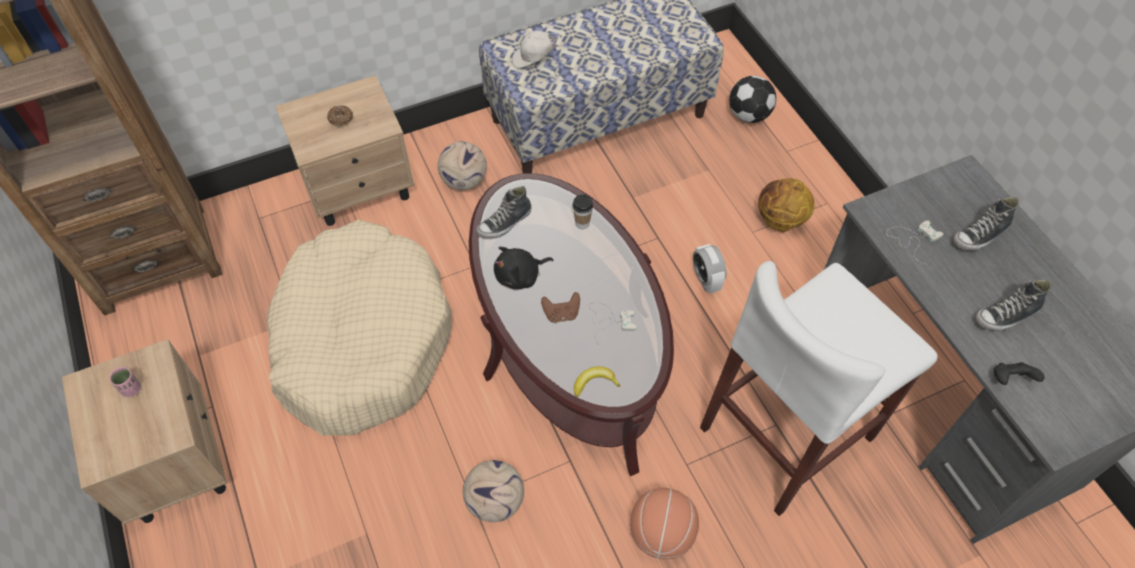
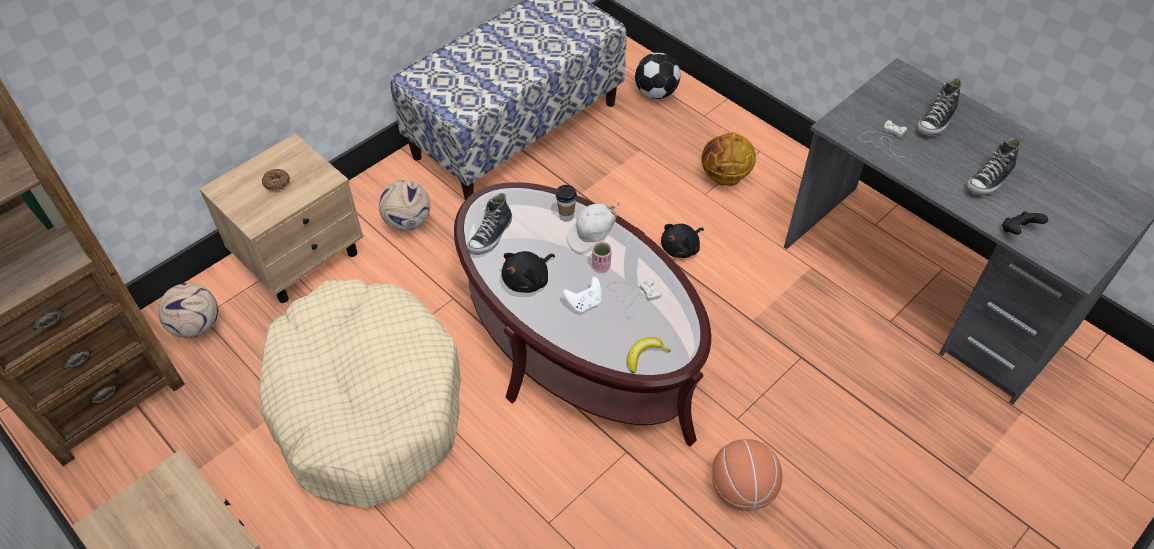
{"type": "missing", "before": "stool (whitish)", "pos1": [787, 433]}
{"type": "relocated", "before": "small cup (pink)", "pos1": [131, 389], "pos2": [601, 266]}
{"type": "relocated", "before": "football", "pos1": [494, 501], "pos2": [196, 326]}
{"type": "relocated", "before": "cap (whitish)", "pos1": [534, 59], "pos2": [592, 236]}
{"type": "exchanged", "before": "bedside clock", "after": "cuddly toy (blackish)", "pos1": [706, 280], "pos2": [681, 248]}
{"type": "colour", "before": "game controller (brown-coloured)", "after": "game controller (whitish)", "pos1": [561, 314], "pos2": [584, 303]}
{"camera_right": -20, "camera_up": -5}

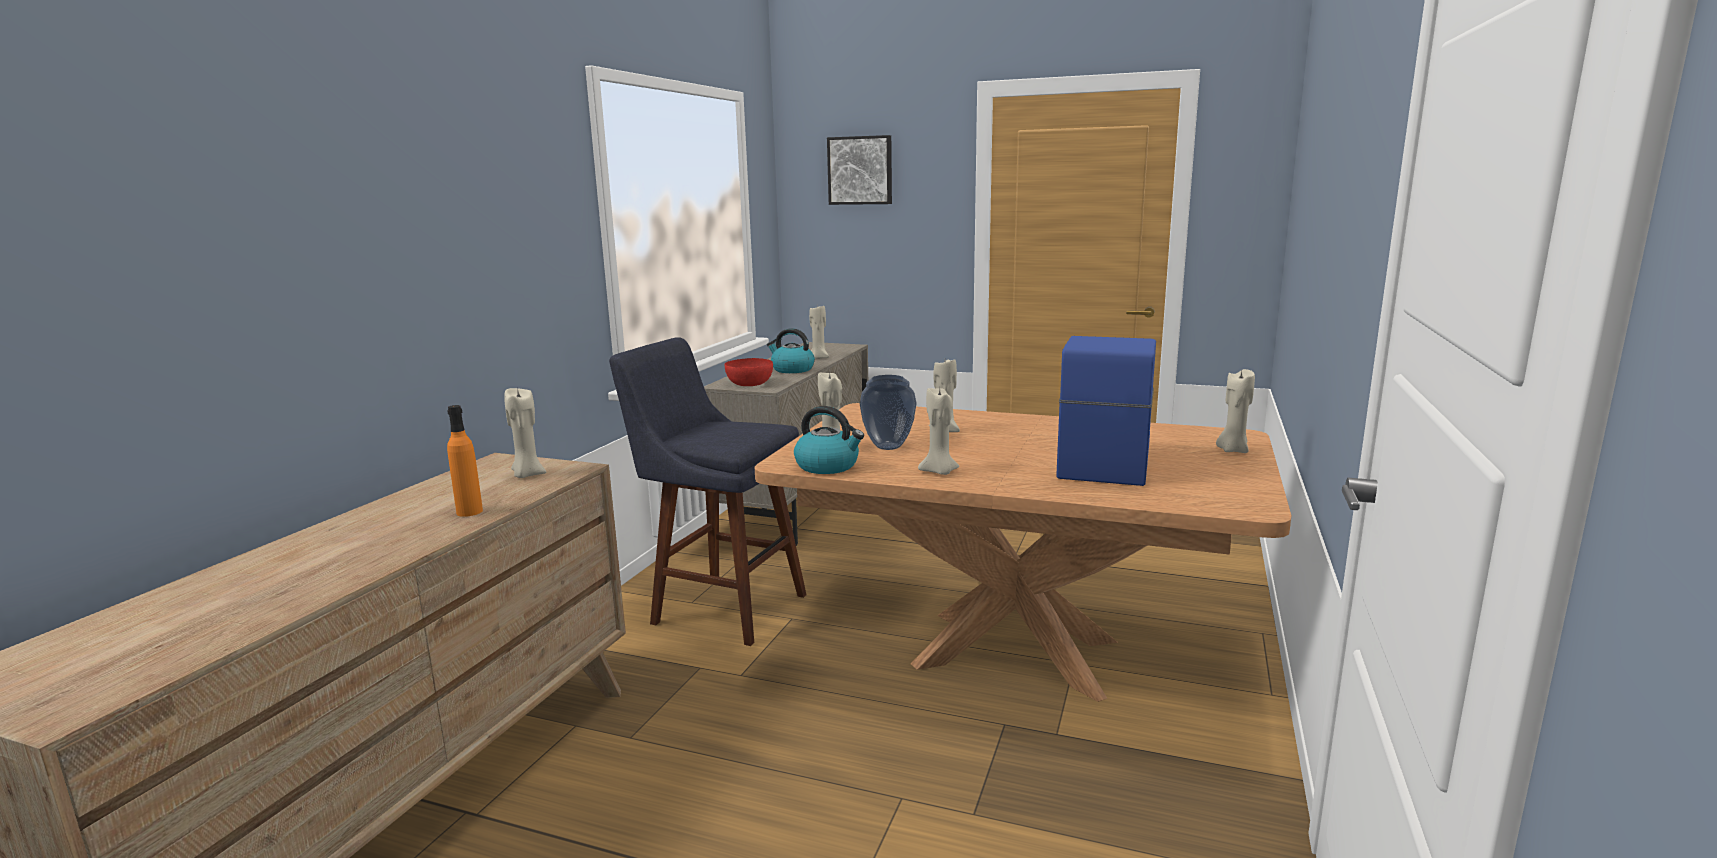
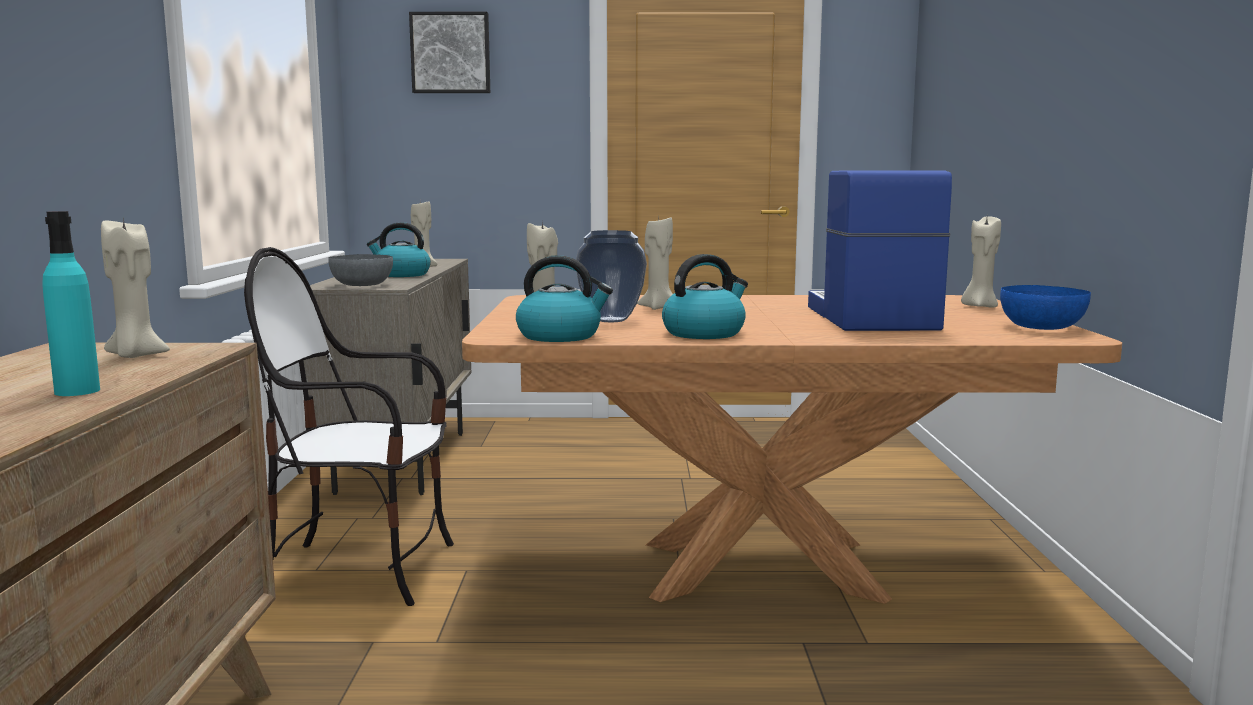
{"type": "appeared", "after": "serving bowl (blue-coloured)", "pos2": [1042, 327]}
{"type": "exchanged", "before": "stool (blue-coloured)", "after": "upright chair", "pos1": [721, 607], "pos2": [362, 570]}
{"type": "exchanged", "before": "wax light (beige)", "after": "water kettle", "pos1": [939, 472], "pos2": [704, 333]}
{"type": "colour", "before": "bottle (orange)", "after": "bottle (blue-green)", "pos1": [469, 512], "pos2": [77, 391]}
{"type": "colour", "before": "serving bowl (reddish)", "after": "serving bowl (grey)", "pos1": [749, 384], "pos2": [361, 285]}
{"camera_right": -20, "camera_up": -5}

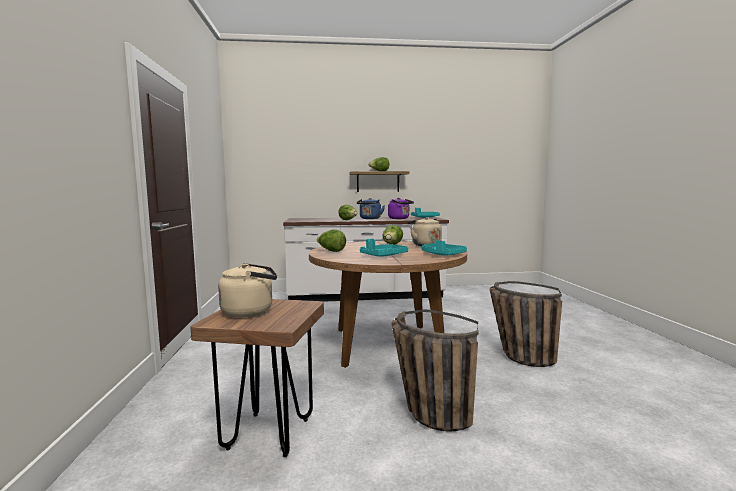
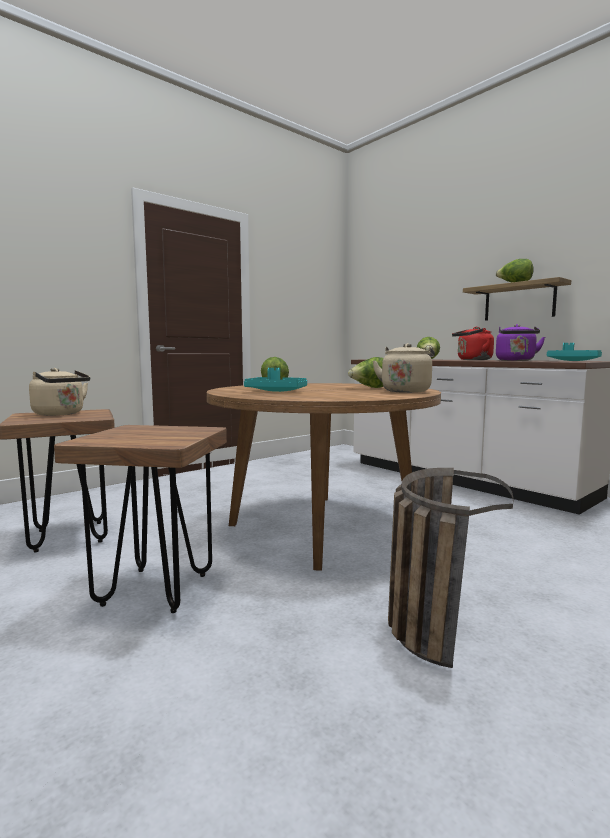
{"type": "missing", "before": "serving tray (blue-green)", "pos1": [442, 255]}
{"type": "exchanged", "before": "basket", "after": "stool (brown-coloured)", "pos1": [425, 411], "pos2": [156, 590]}
{"type": "colour", "before": "water kettle (blue-coloured)", "after": "water kettle (reddish)", "pos1": [370, 219], "pos2": [472, 360]}
{"camera_right": 55, "camera_up": 0}

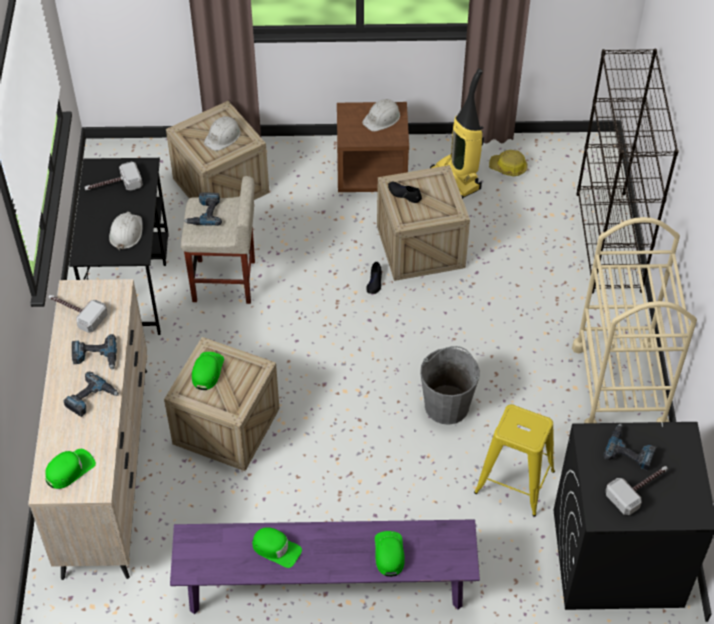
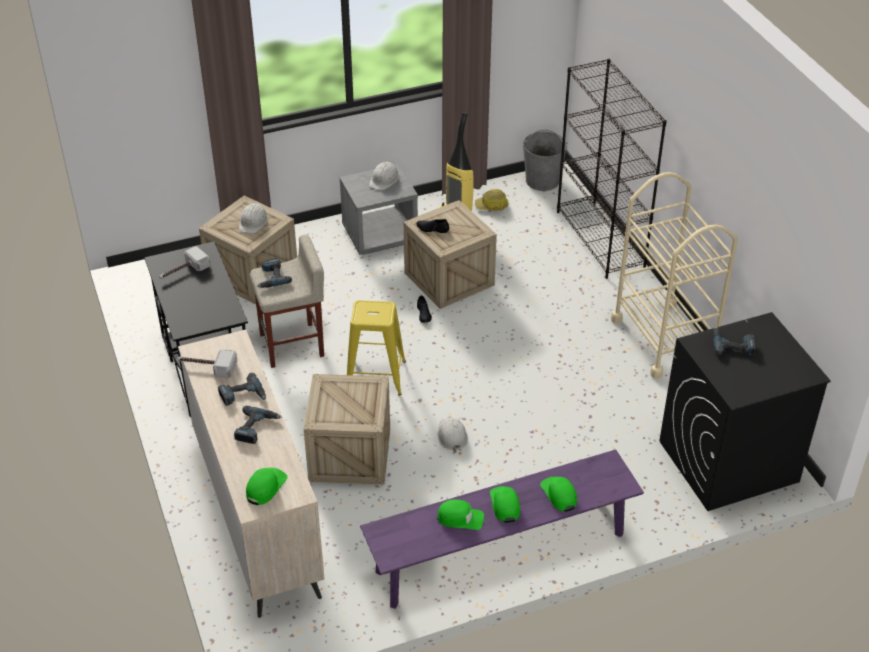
{"type": "missing", "before": "tool hammer", "pos1": [639, 489]}
{"type": "relocated", "before": "hard hat (whitish)", "pos1": [126, 232], "pos2": [452, 436]}
{"type": "relocated", "before": "cap (green-coloured)", "pos1": [207, 371], "pos2": [505, 505]}
{"type": "relocated", "before": "bucket (grey)", "pos1": [447, 405], "pos2": [542, 180]}
{"type": "relocated", "before": "stool (yellow-coloured)", "pos1": [514, 482], "pos2": [375, 376]}
{"type": "colour", "before": "bedside table (brown-coloured)", "after": "bedside table (grey)", "pos1": [372, 172], "pos2": [380, 235]}
{"camera_right": -20, "camera_up": -10}

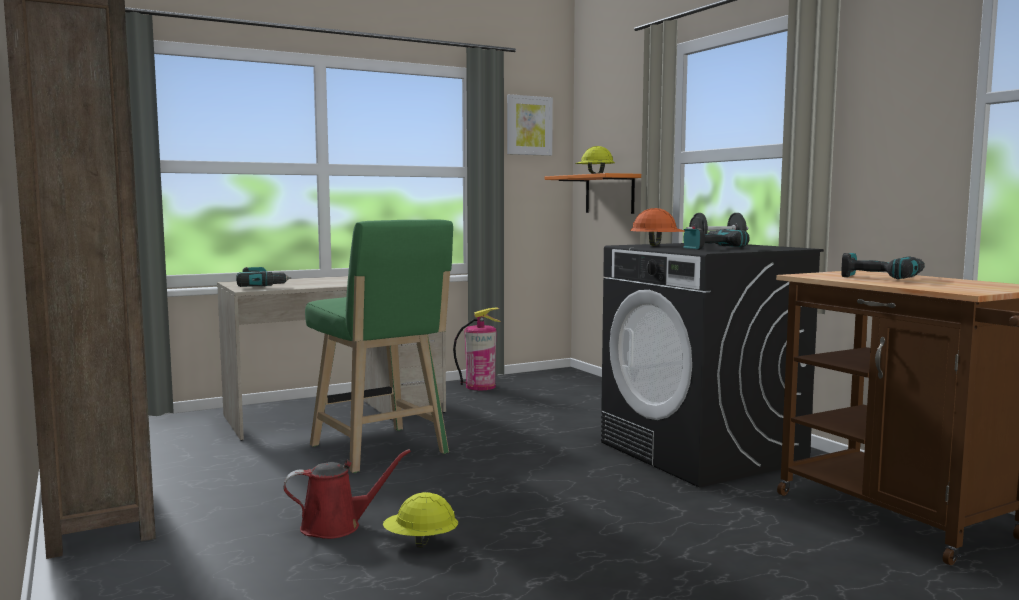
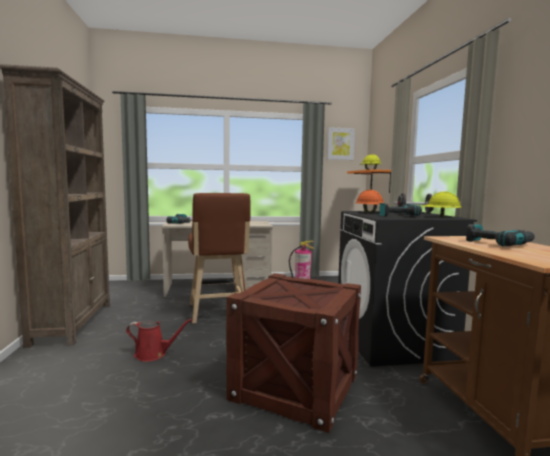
{"type": "appeared", "after": "shipping crate", "pos2": [296, 386]}
{"type": "relocated", "before": "hard hat (yellow-coloured)", "pos1": [420, 542], "pos2": [440, 216]}
{"type": "colour", "before": "stool (green-coloured)", "after": "stool (brown-coloured)", "pos1": [381, 451], "pos2": [218, 313]}
{"camera_right": 20, "camera_up": 0}

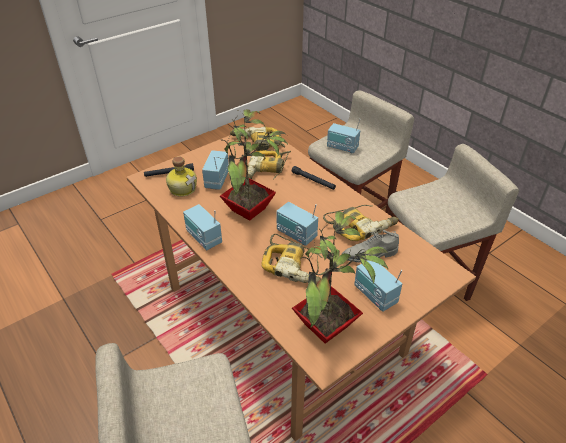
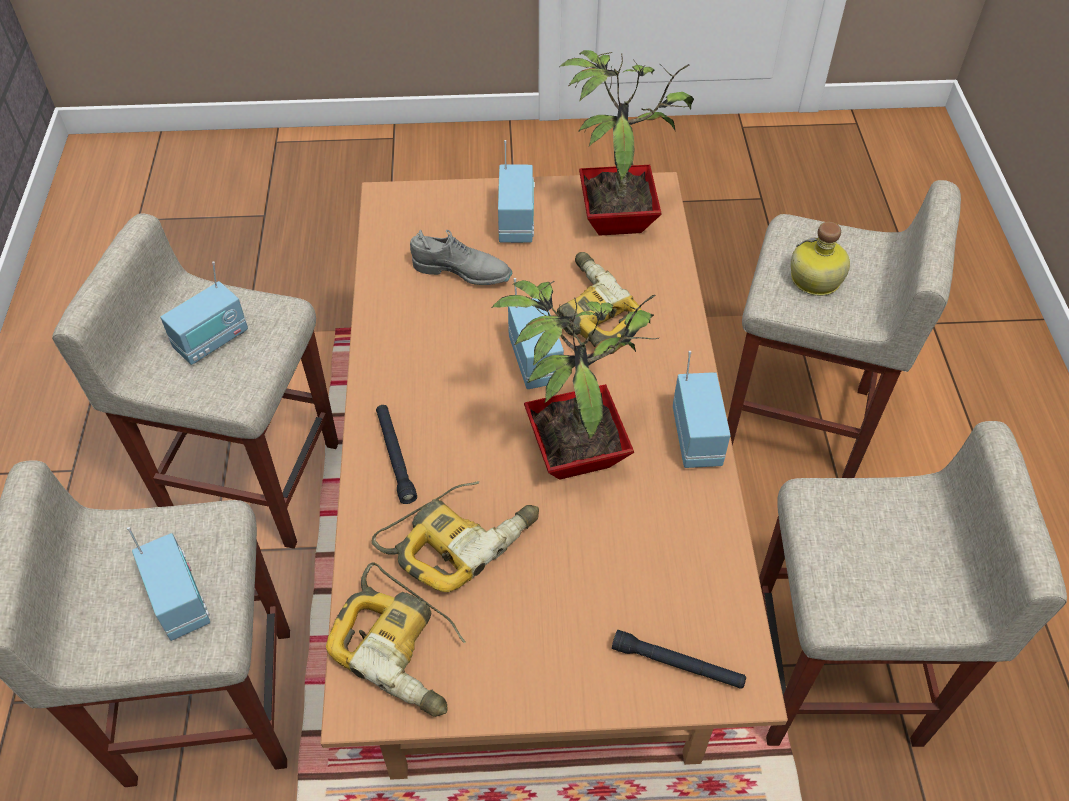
{"type": "missing", "before": "electric drill", "pos1": [361, 226]}
{"type": "appeared", "after": "stool (beige)", "pos2": [836, 676]}
{"type": "relocated", "before": "bottle", "pos1": [183, 188], "pos2": [814, 280]}
{"type": "relocated", "before": "radio set", "pos1": [216, 180], "pos2": [212, 341]}
{"camera_right": -145, "camera_up": 10}

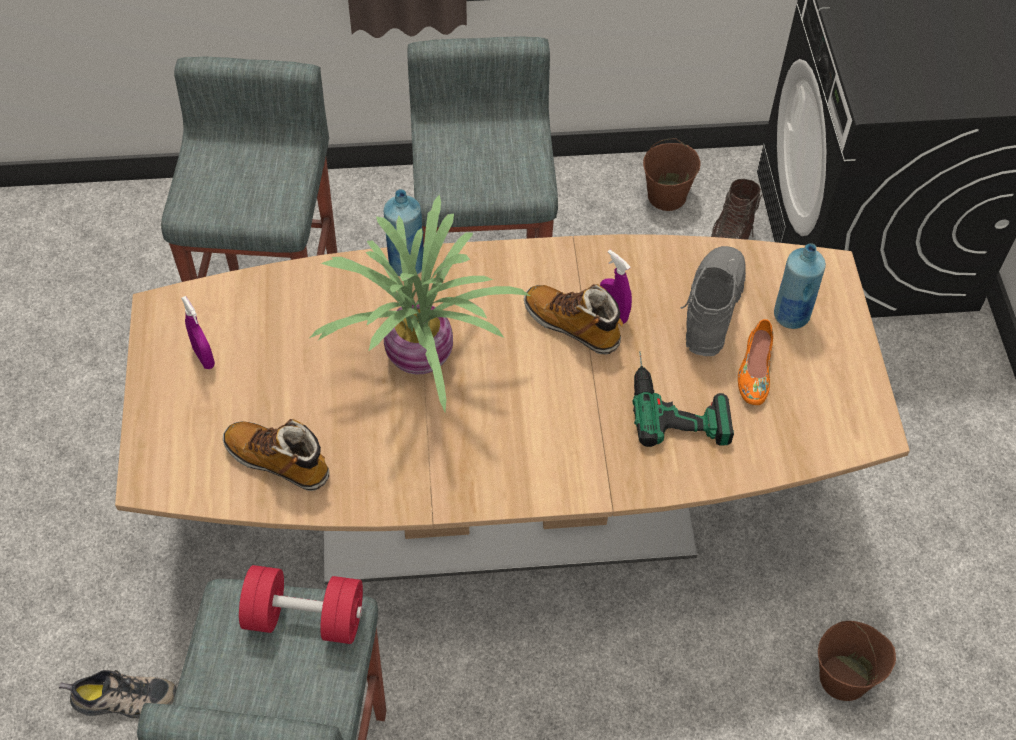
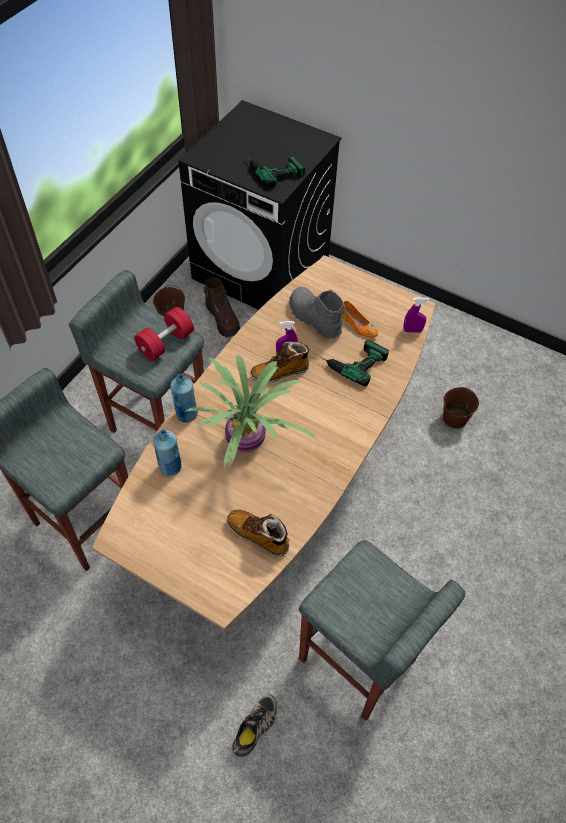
{"type": "appeared", "after": "electric drill", "pos2": [273, 169]}
{"type": "relocated", "before": "sprayer (purplish)", "pos1": [204, 357], "pos2": [412, 330]}
{"type": "relocated", "before": "dumbbell (reddish)", "pos1": [305, 617], "pos2": [166, 343]}
{"type": "relocated", "before": "bottle (blue-coloured)", "pos1": [790, 316], "pos2": [170, 467]}
{"type": "spun", "before": "tall boot", "pos1": [279, 461], "pos2": [258, 535], "turn": 60}
{"camera_right": -55, "camera_up": 0}

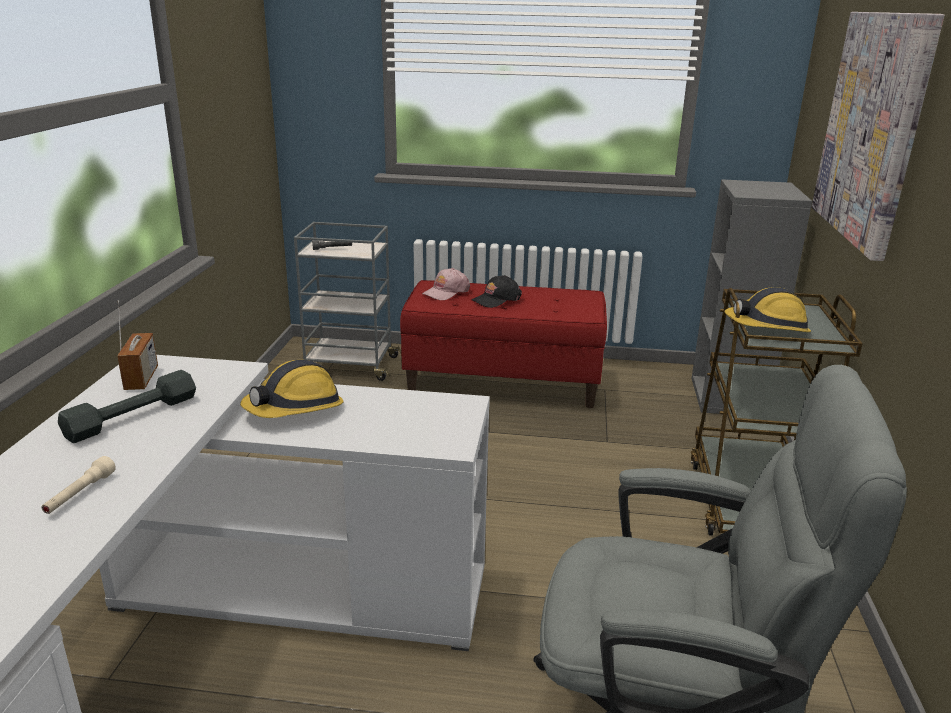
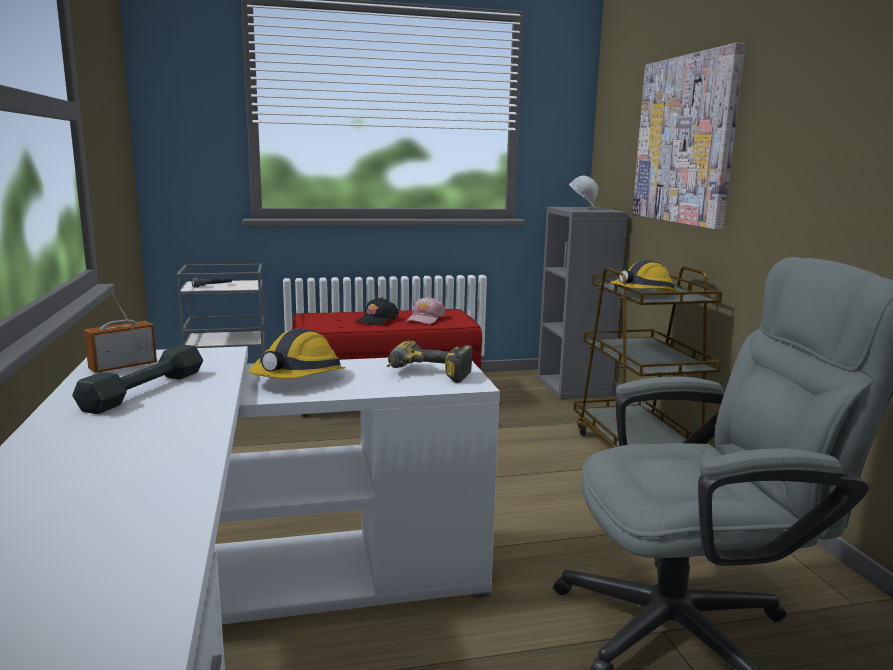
{"type": "missing", "before": "flashlight (beige)", "pos1": [80, 494]}
{"type": "appeared", "after": "electric drill", "pos2": [426, 375]}
{"type": "appeared", "after": "hard hat (whitish)", "pos2": [581, 208]}
{"type": "relocated", "before": "cap (pink)", "pos1": [446, 292], "pos2": [425, 319]}
{"type": "spun", "before": "radio set", "pos1": [141, 379], "pos2": [123, 366], "turn": -105}
{"camera_right": -20, "camera_up": -10}

